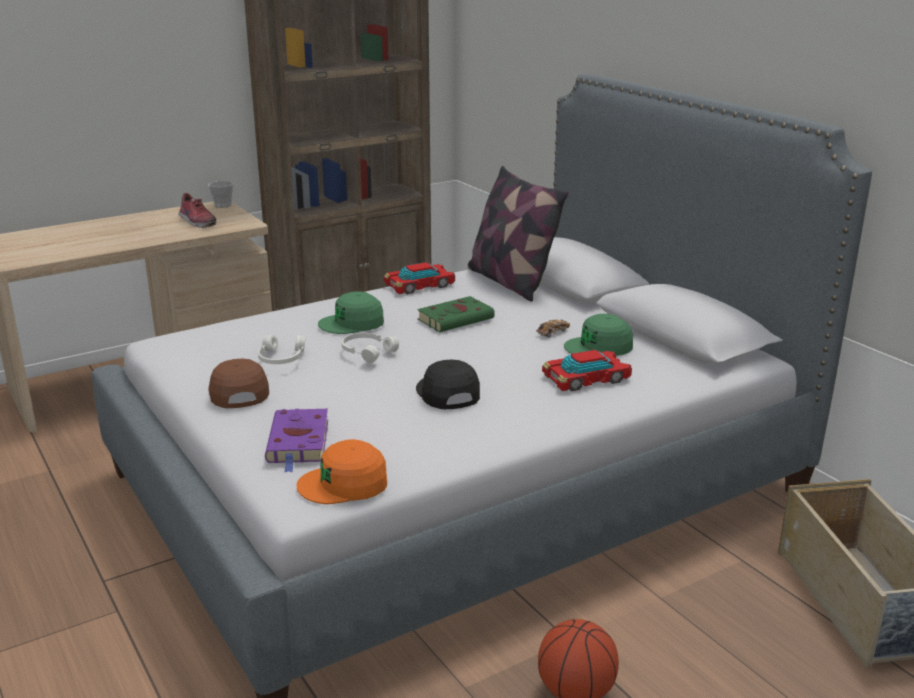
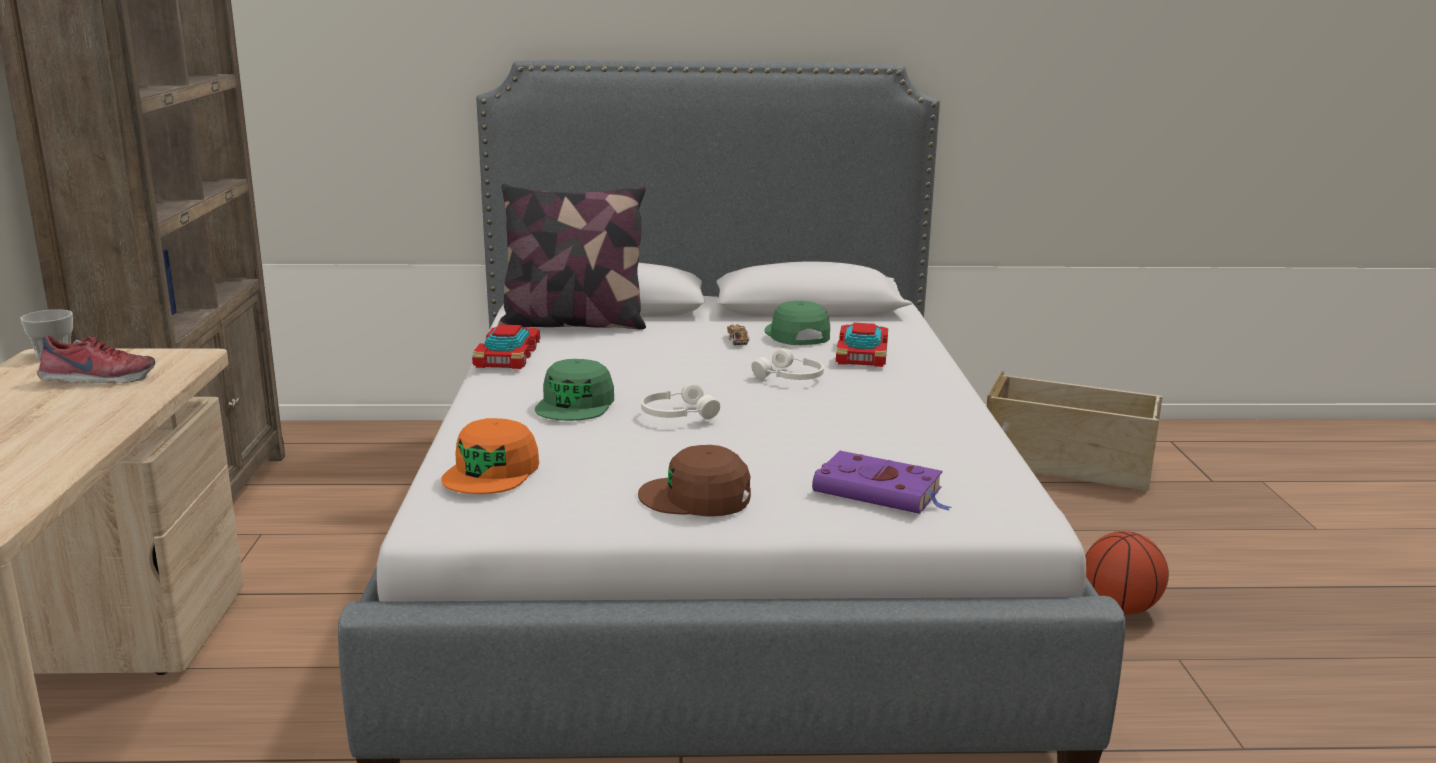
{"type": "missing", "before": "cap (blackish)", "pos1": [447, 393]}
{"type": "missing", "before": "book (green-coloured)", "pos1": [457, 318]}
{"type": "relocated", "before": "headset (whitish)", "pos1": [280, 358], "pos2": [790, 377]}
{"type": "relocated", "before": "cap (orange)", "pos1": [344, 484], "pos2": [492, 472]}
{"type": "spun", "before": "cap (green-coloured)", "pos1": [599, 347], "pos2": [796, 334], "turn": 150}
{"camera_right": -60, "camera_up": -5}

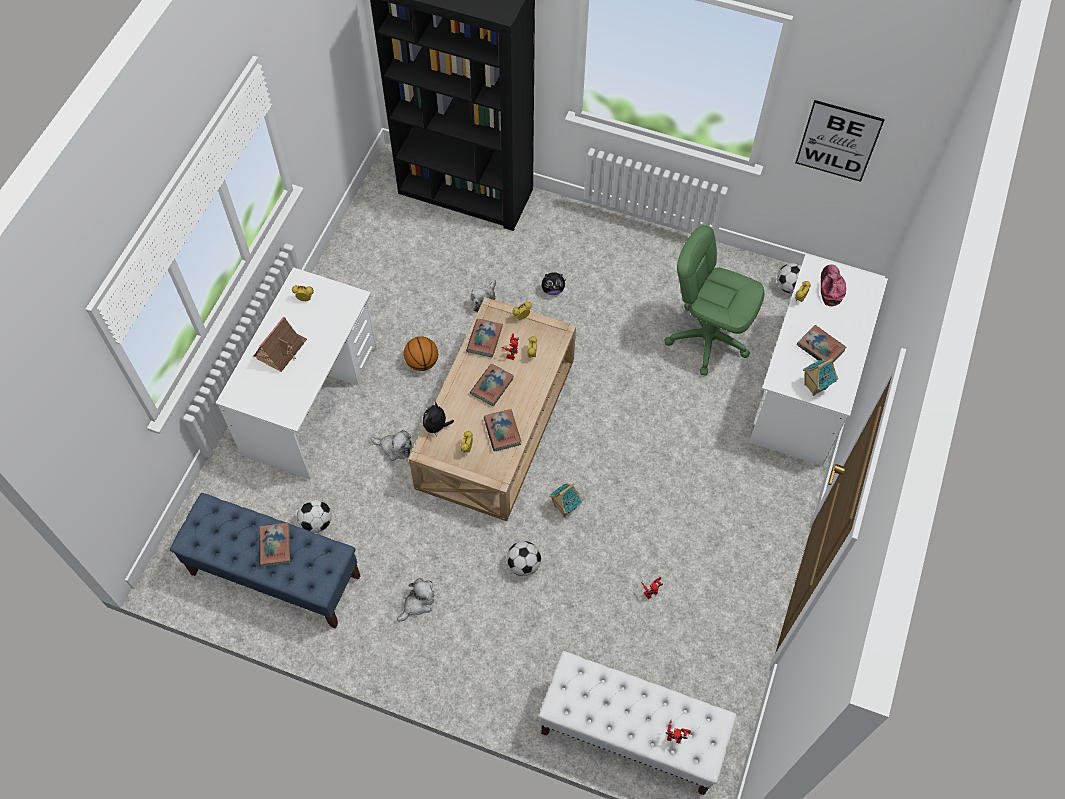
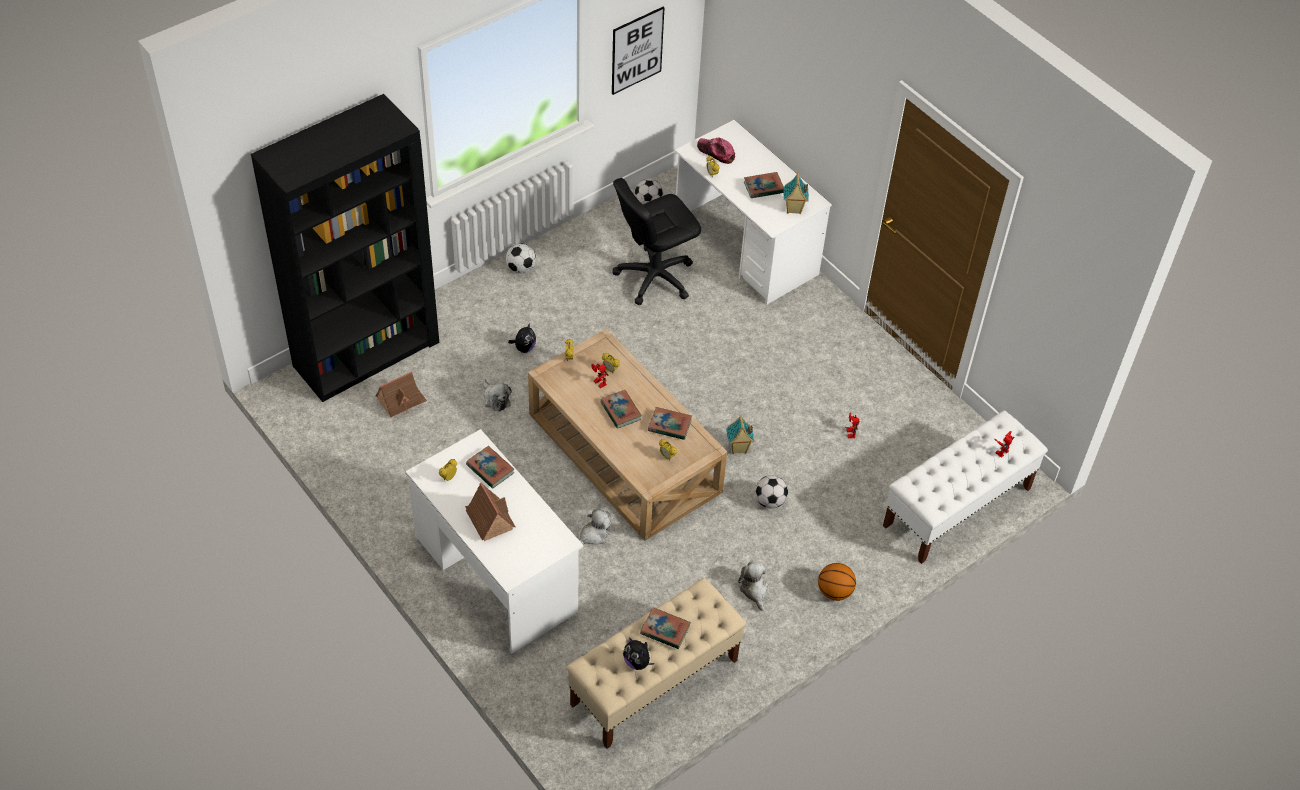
{"type": "appeared", "after": "miniature house", "pos2": [401, 400]}
{"type": "relocated", "before": "football", "pos1": [317, 522], "pos2": [521, 268]}
{"type": "relocated", "before": "basketball", "pos1": [422, 362], "pos2": [834, 592]}
{"type": "relocated", "before": "cuddly toy", "pos1": [436, 426], "pos2": [637, 662]}
{"type": "relocated", "before": "book", "pos1": [484, 339], "pos2": [490, 469]}
{"type": "colour", "before": "indoor bench (blue-coloured)", "after": "indoor bench (beige)", "pos1": [275, 575], "pos2": [654, 682]}
{"type": "colour", "before": "computer chair (green-coloured)", "after": "computer chair (blackish)", "pos1": [707, 338], "pos2": [654, 277]}
{"camera_right": -60, "camera_up": -10}

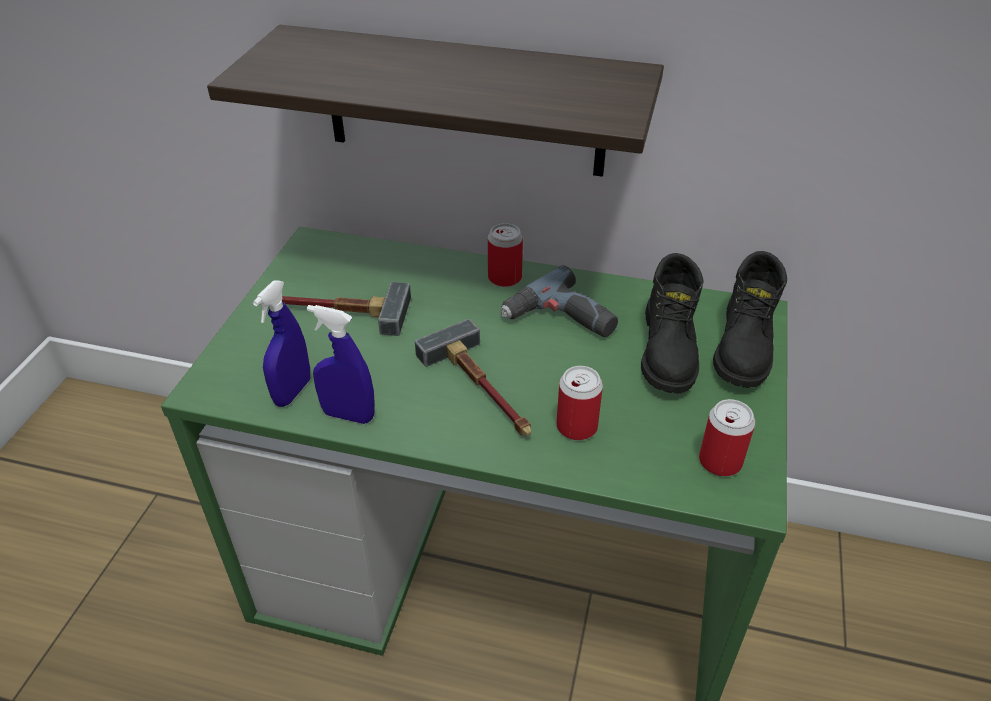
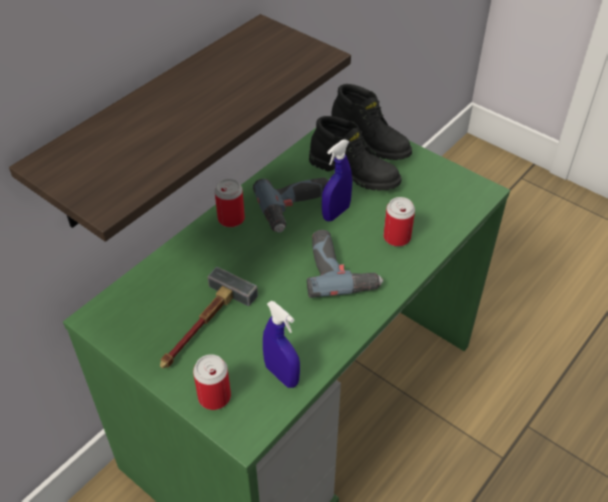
{"type": "relocated", "before": "sprayer (blue-coloured)", "pos1": [348, 415], "pos2": [336, 213]}
{"type": "relocated", "before": "can", "pos1": [720, 461], "pos2": [214, 397]}
{"type": "exchanged", "before": "tool hammer", "after": "electric drill", "pos1": [483, 390], "pos2": [340, 269]}
{"camera_right": -65, "camera_up": 5}

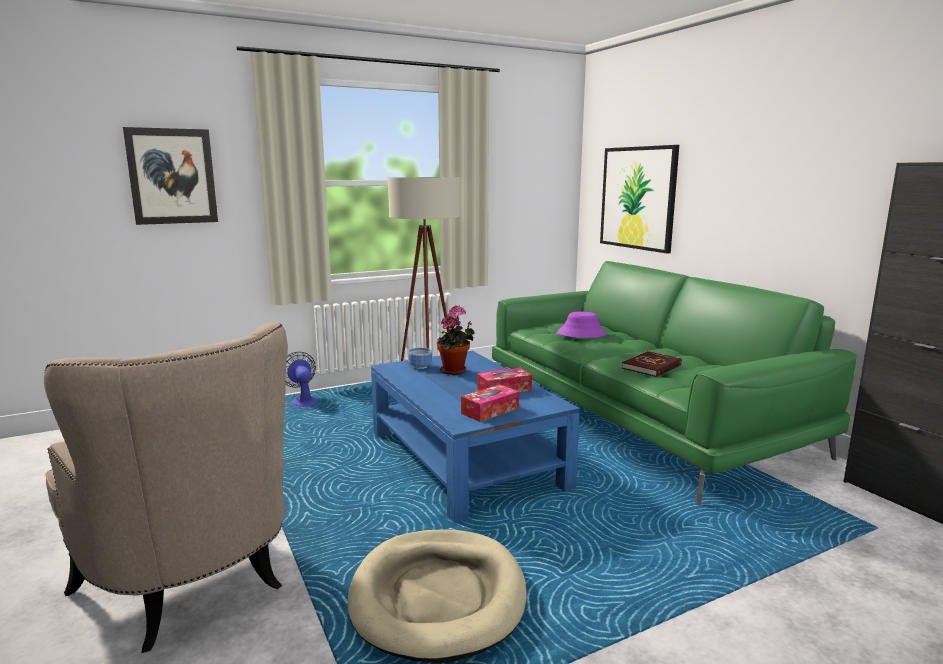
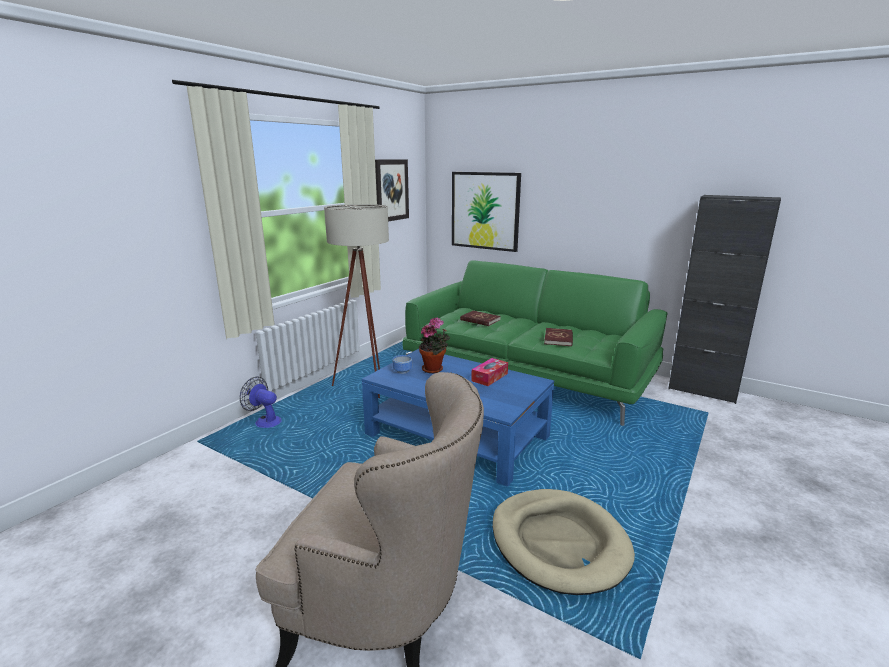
{"type": "missing", "before": "box of tissues", "pos1": [490, 411]}
{"type": "relocated", "before": "picture", "pos1": [172, 176], "pos2": [391, 190]}
{"type": "exchanged", "before": "clothing hat (purplish)", "after": "book (reddish)", "pos1": [581, 334], "pos2": [480, 320]}
{"camera_right": -30, "camera_up": 5}

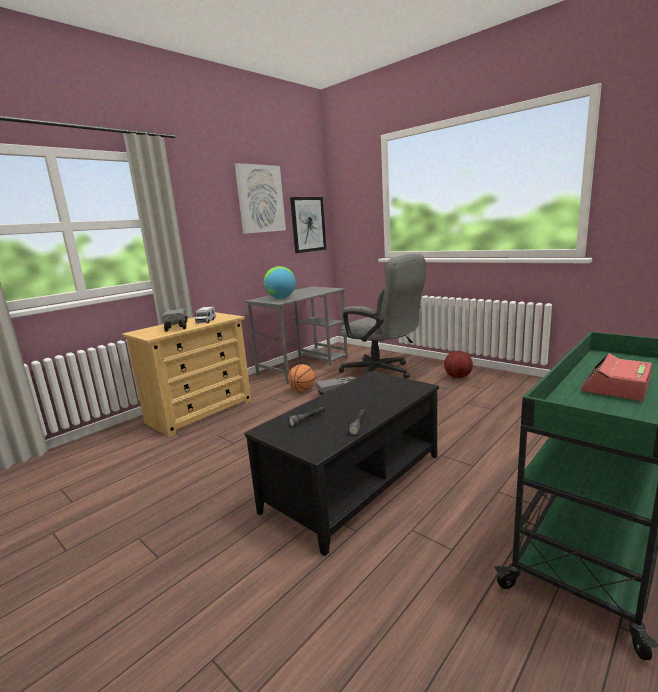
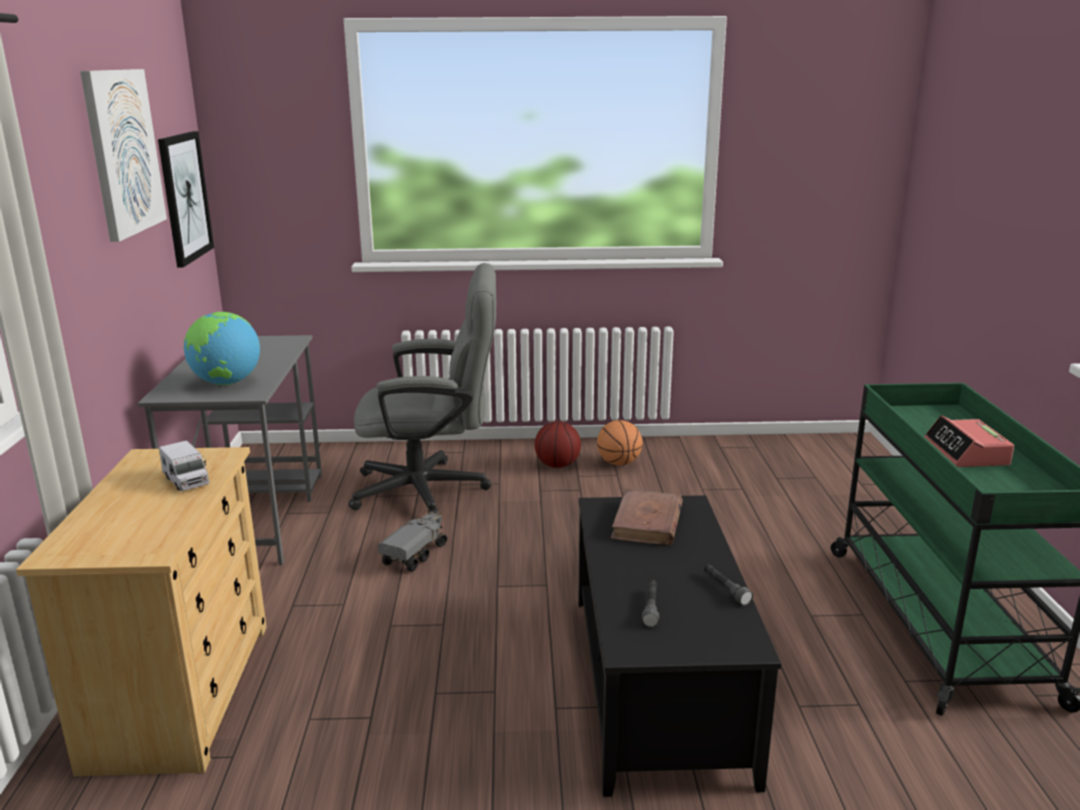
{"type": "missing", "before": "toy truck", "pos1": [176, 327]}
{"type": "appeared", "after": "book (brown-coloured)", "pos2": [647, 522]}
{"type": "relocated", "before": "basketball", "pos1": [302, 390], "pos2": [619, 463]}
{"camera_right": -45, "camera_up": 5}

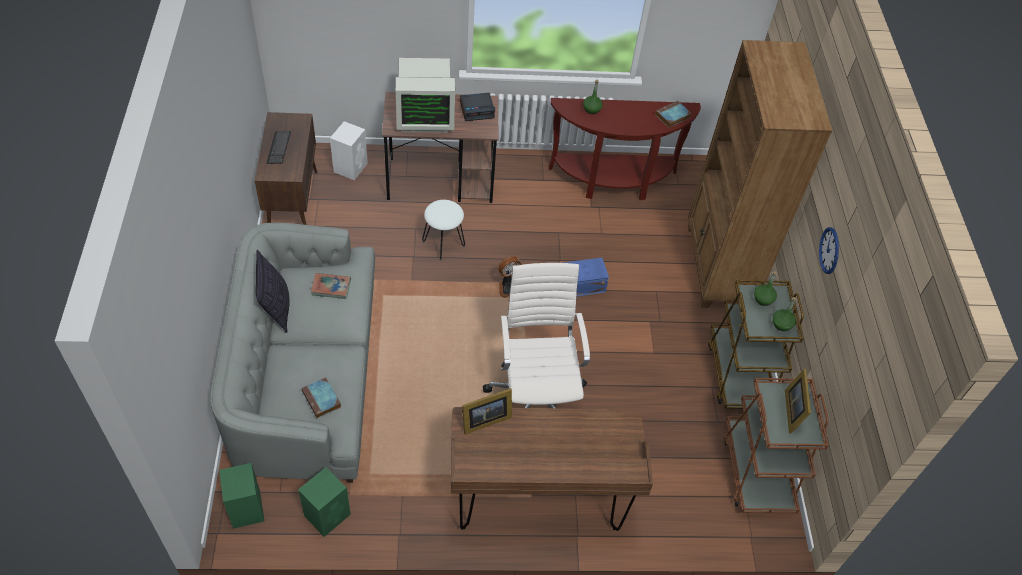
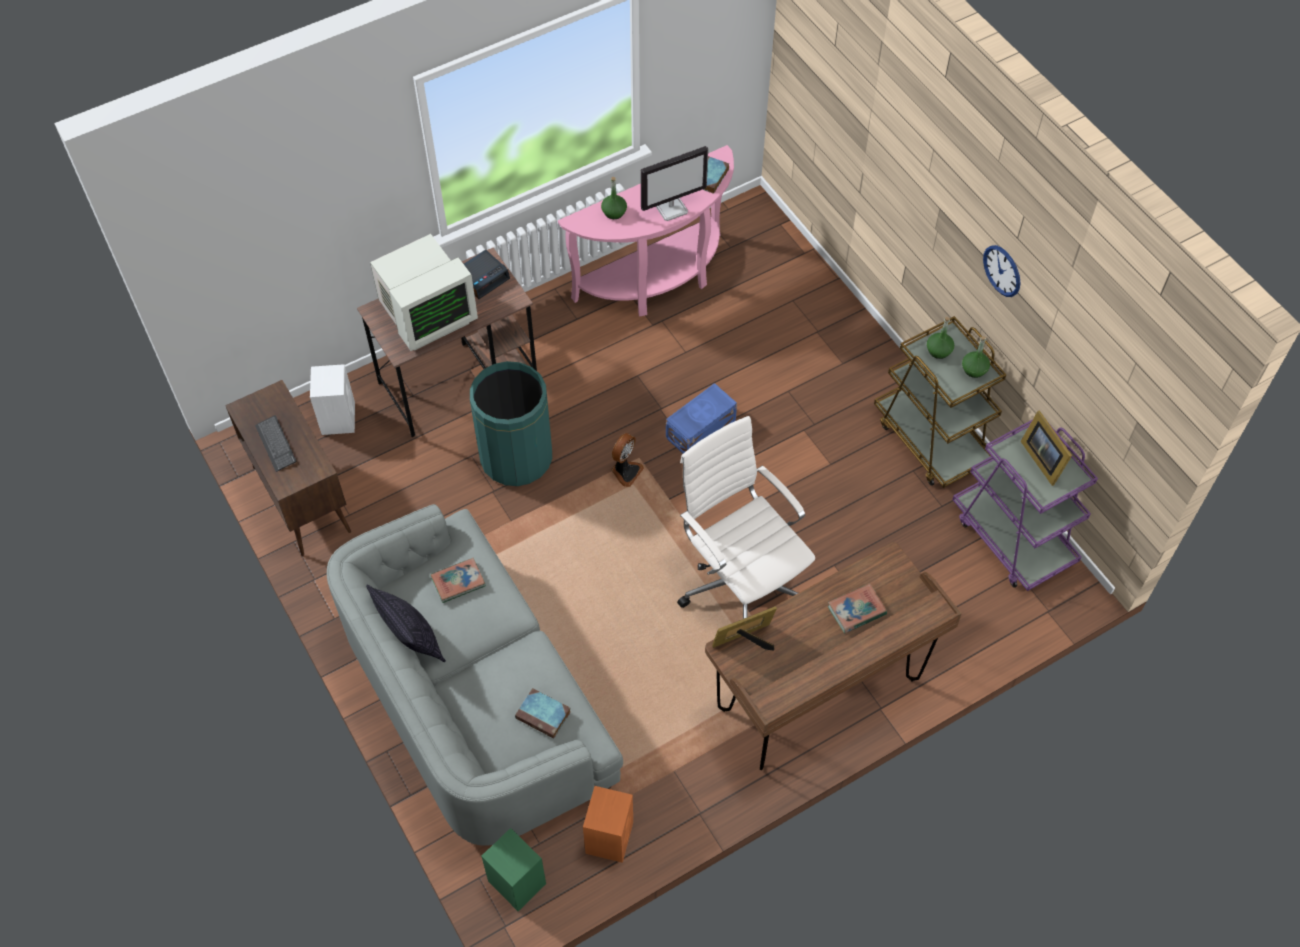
{"type": "missing", "before": "shelving unit (brown-coloured)", "pos1": [718, 267]}
{"type": "appeared", "after": "computer screen", "pos2": [672, 208]}
{"type": "appeared", "after": "book", "pos2": [856, 610]}
{"type": "exchanged", "before": "stool (whitish)", "after": "rubbish bin (green-coloured)", "pos1": [443, 244], "pos2": [516, 457]}
{"type": "colour", "before": "audio speaker (green-coloured)", "after": "audio speaker (orange)", "pos1": [328, 514], "pos2": [609, 836]}
{"type": "colour", "before": "hall table (brown-coloured)", "after": "hall table (pink)", "pos1": [613, 181], "pos2": [657, 280]}
{"type": "colour", "before": "cart (brown-coloured)", "after": "cart (purplish)", "pos1": [757, 471], "pos2": [1012, 537]}
{"type": "spun", "before": "standing frame", "pos1": [483, 420], "pos2": [746, 641], "turn": -150}
{"camera_right": -25, "camera_up": 5}

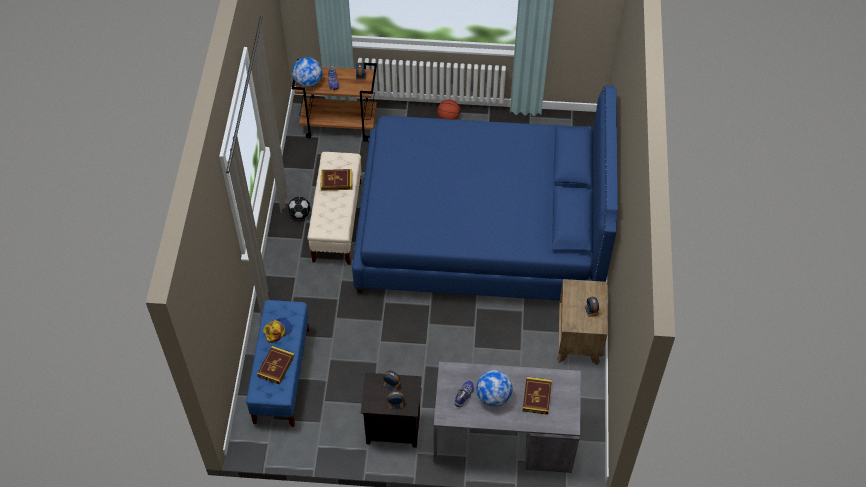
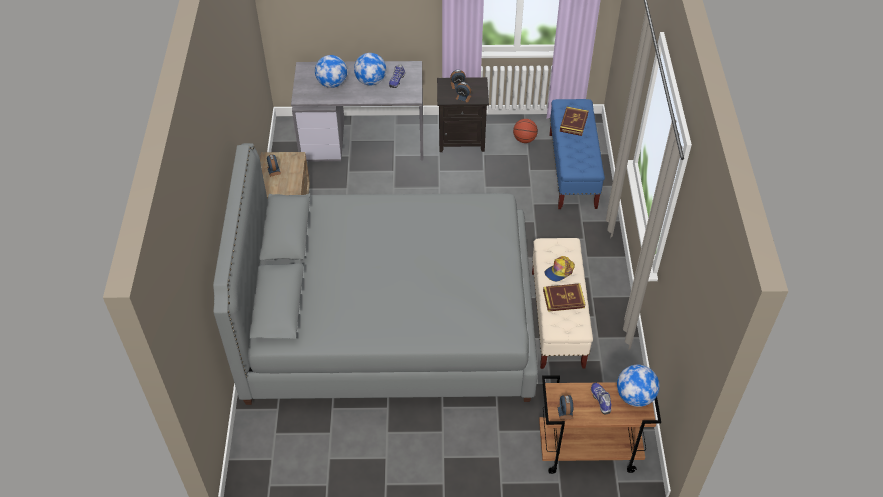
{"type": "missing", "before": "football", "pos1": [299, 214]}
{"type": "relocated", "before": "cap", "pos1": [277, 330], "pos2": [559, 271]}
{"type": "relocated", "before": "basketball", "pos1": [448, 118], "pos2": [524, 139]}
{"type": "exchanged", "before": "book", "after": "desk globe", "pos1": [536, 396], "pos2": [332, 83]}
{"type": "colour", "before": "bed (blue-coloured)", "after": "bed (grey)", "pos1": [481, 230], "pos2": [389, 320]}
{"camera_right": 175, "camera_up": -5}

